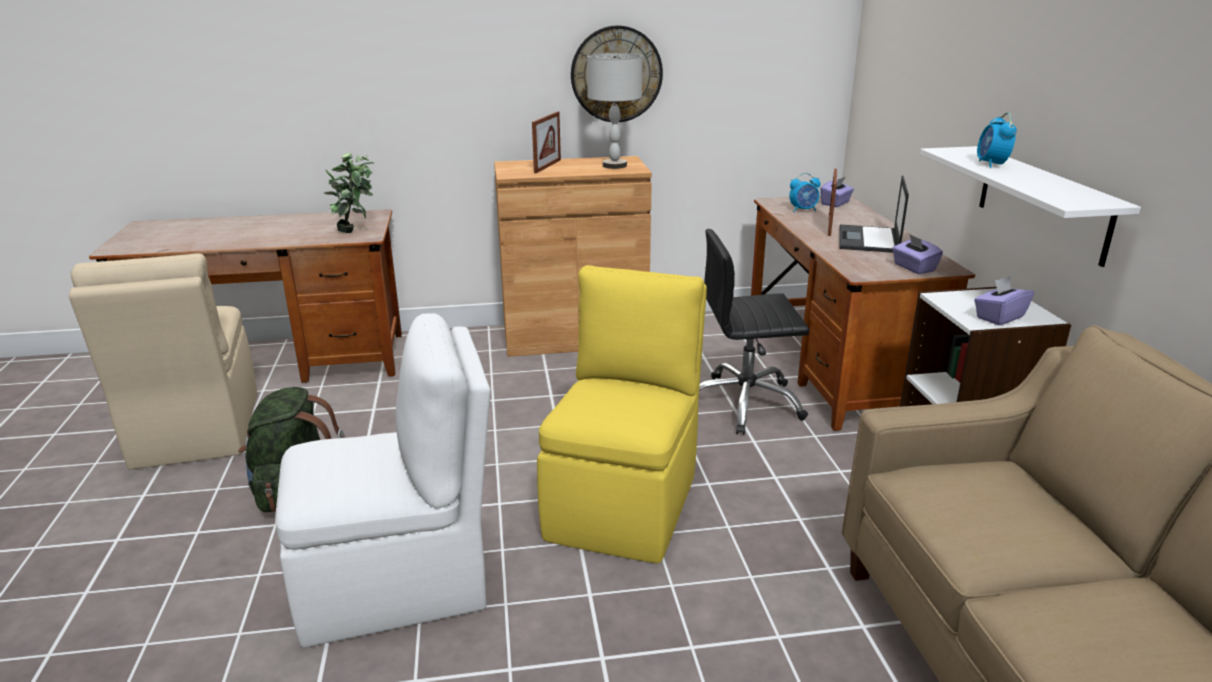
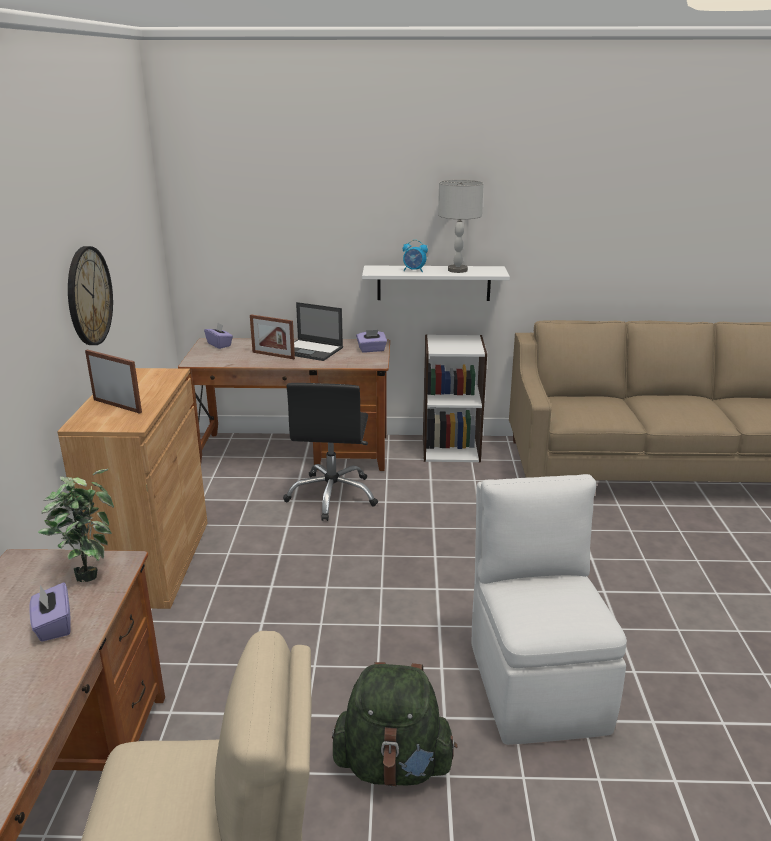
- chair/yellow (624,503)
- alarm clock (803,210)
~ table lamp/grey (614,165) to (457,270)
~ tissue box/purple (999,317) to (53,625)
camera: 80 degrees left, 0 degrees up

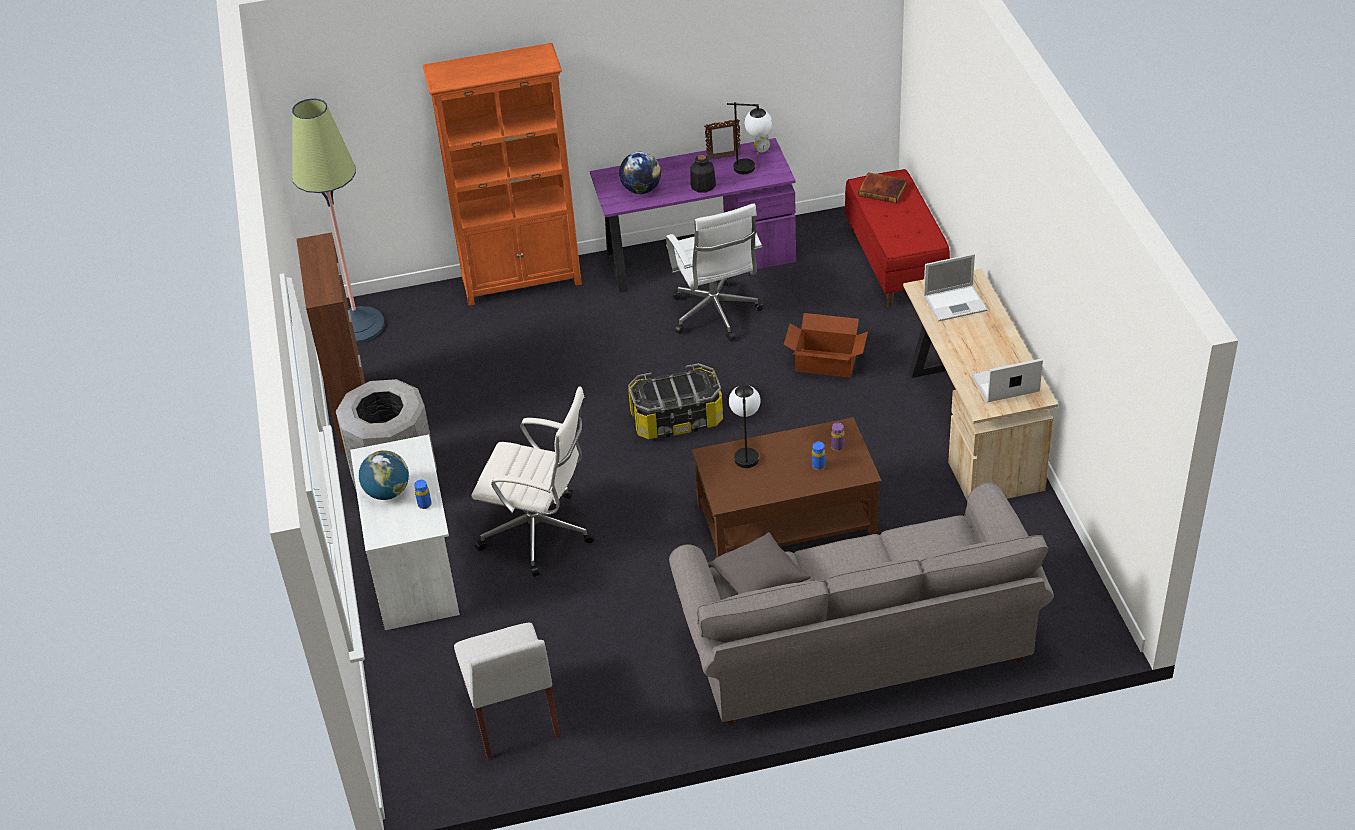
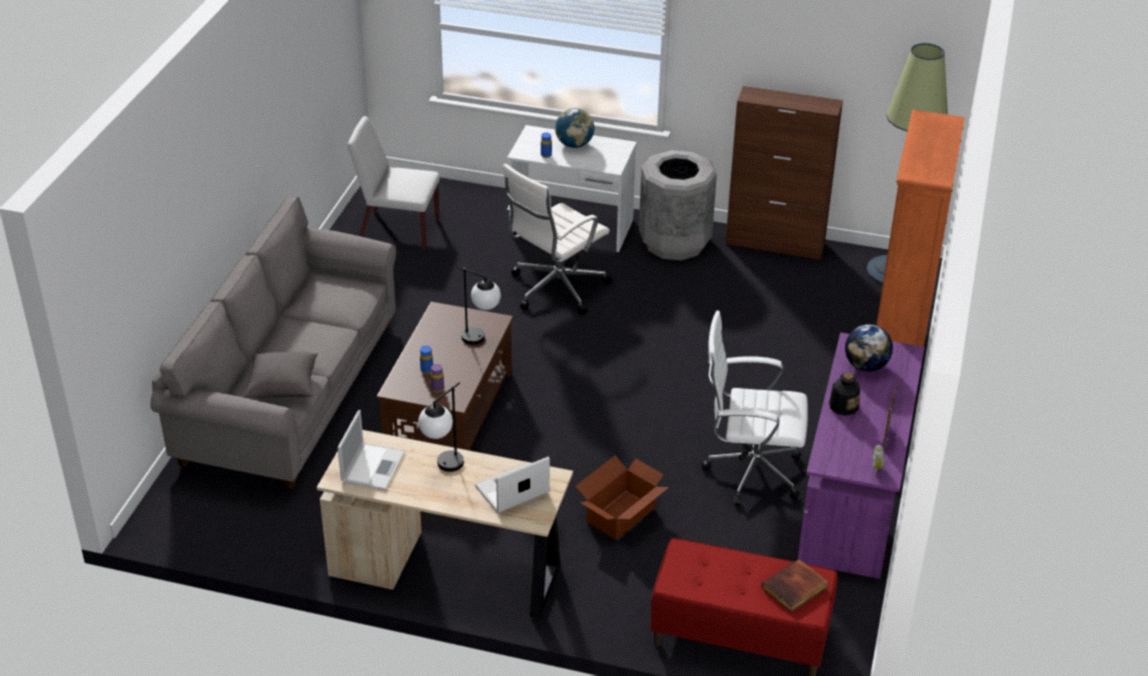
- storage box (676,419)
~ pillow/grey (758,580) to (283,386)
~ table lamp (753,168) to (443,469)
~ laptop (956,303) = (511,490) 45 degrees clockwise
camera: 115 degrees right, 5 degrees down

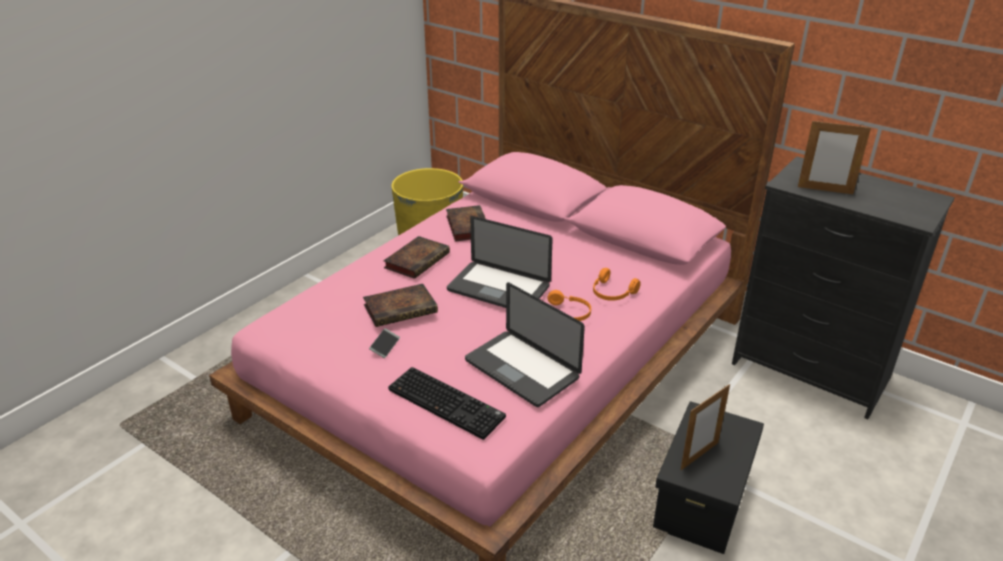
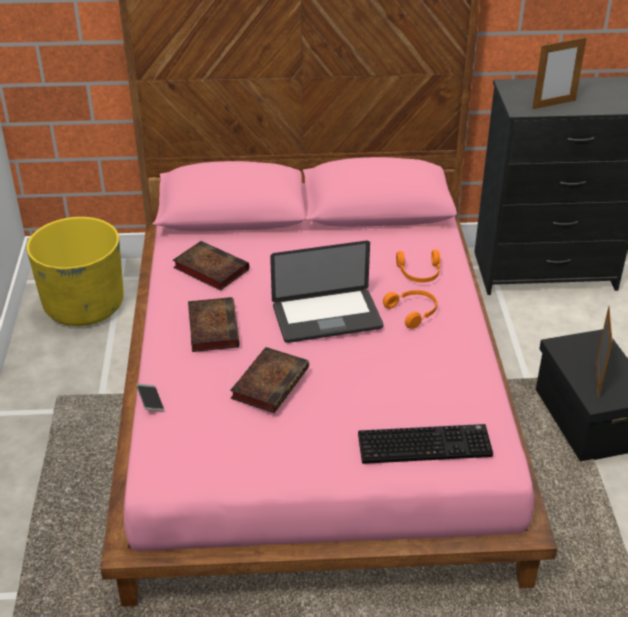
- laptop (521,369)
~ phone (385,346) to (150,400)
camera: 40 degrees left, 5 degrees up

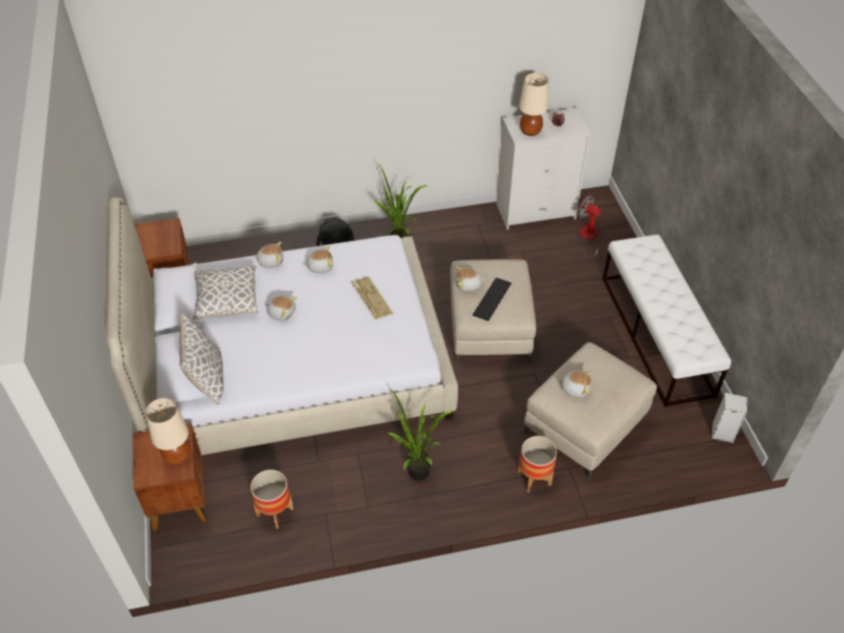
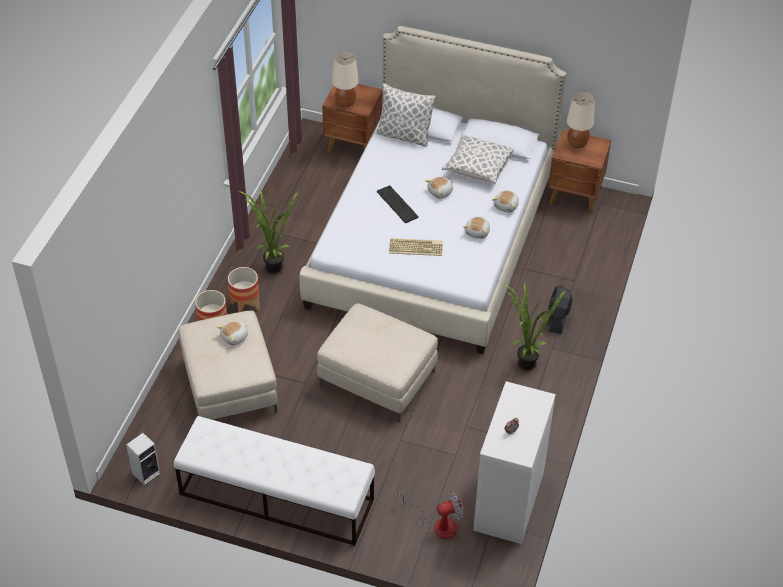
- plush toy (468,285)
~ planter (275,512) to (245,306)
~ keyboard (493,300) to (396,204)
~ table lamp/beige (530,131) to (577,143)
camera: 120 degrees right, 0 degrees up

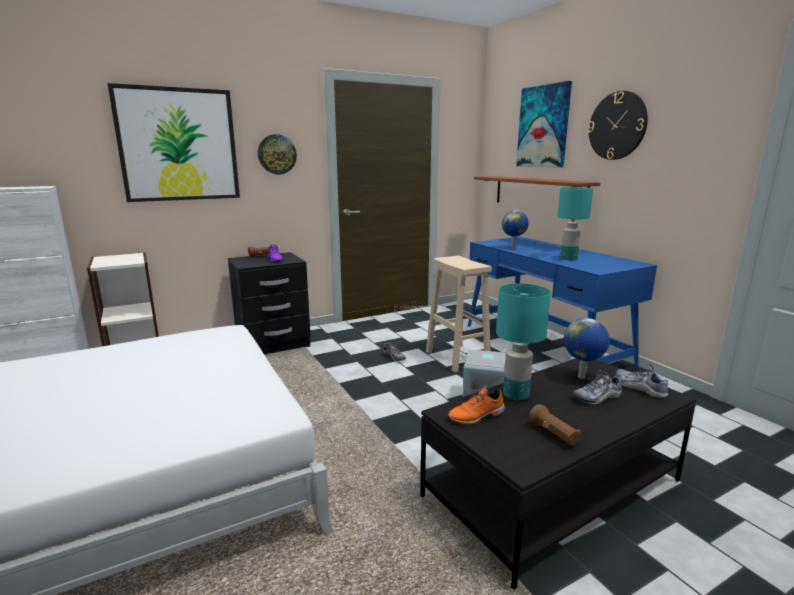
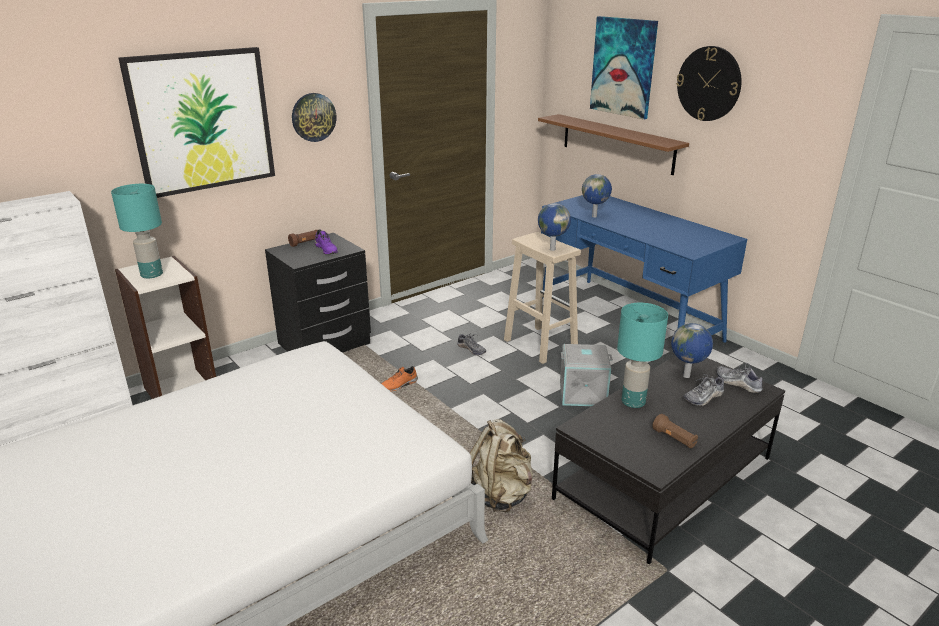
+ backpack/beige (500,494)
+ globe (552,249)
~ shoe/orange (476,417) to (399,385)
~ table lamp/turquoise (569,258) to (152,274)
camera: 10 degrees left, 10 degrees up

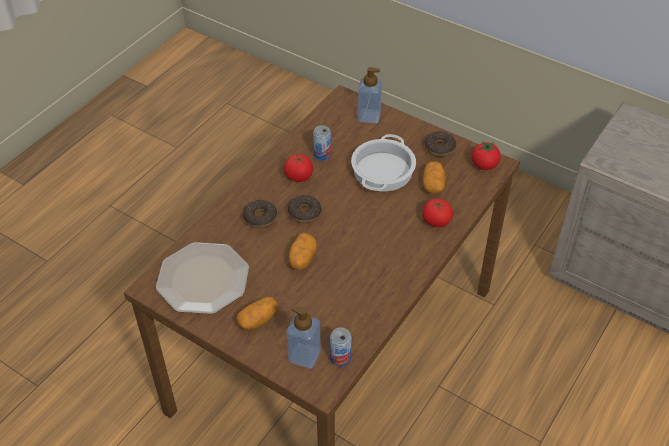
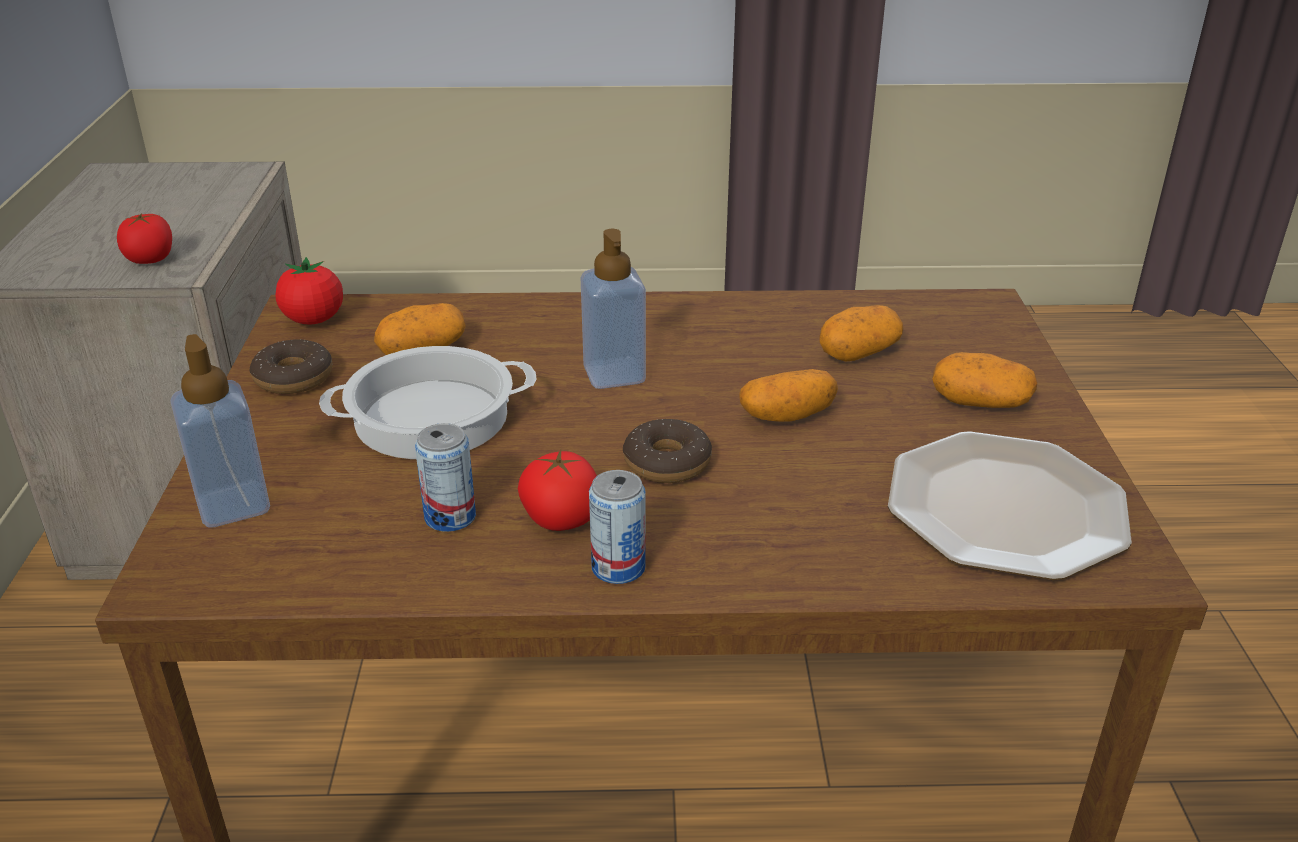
- donut (260,217)
+ potato (858,353)
~ soap dispenser (304,355) to (614,374)
~ can (340,358) to (618,567)
~ tomato (436,221) to (150,259)
camera: 125 degrees left, 15 degrees down

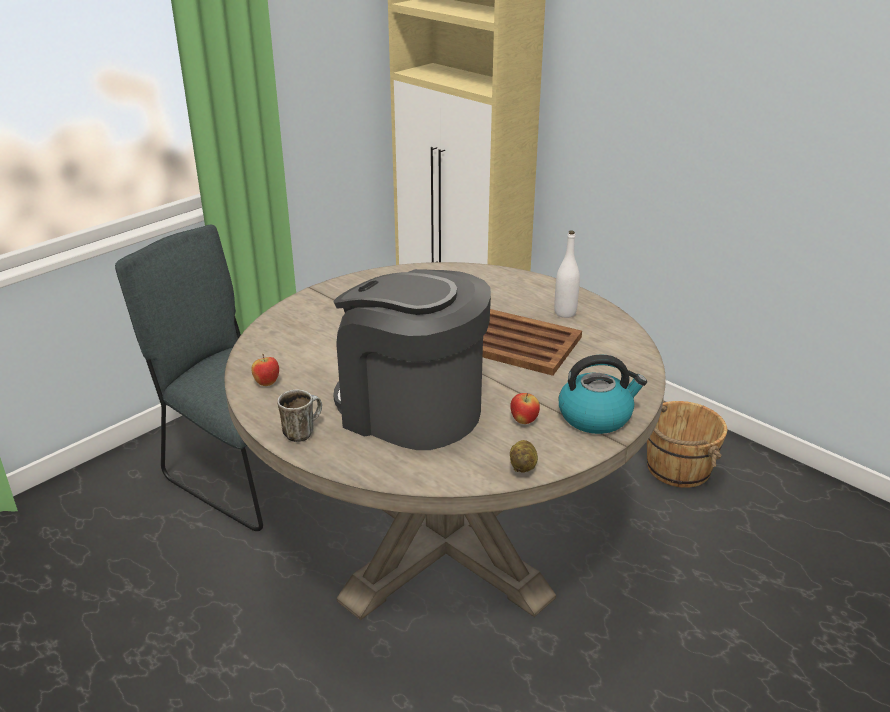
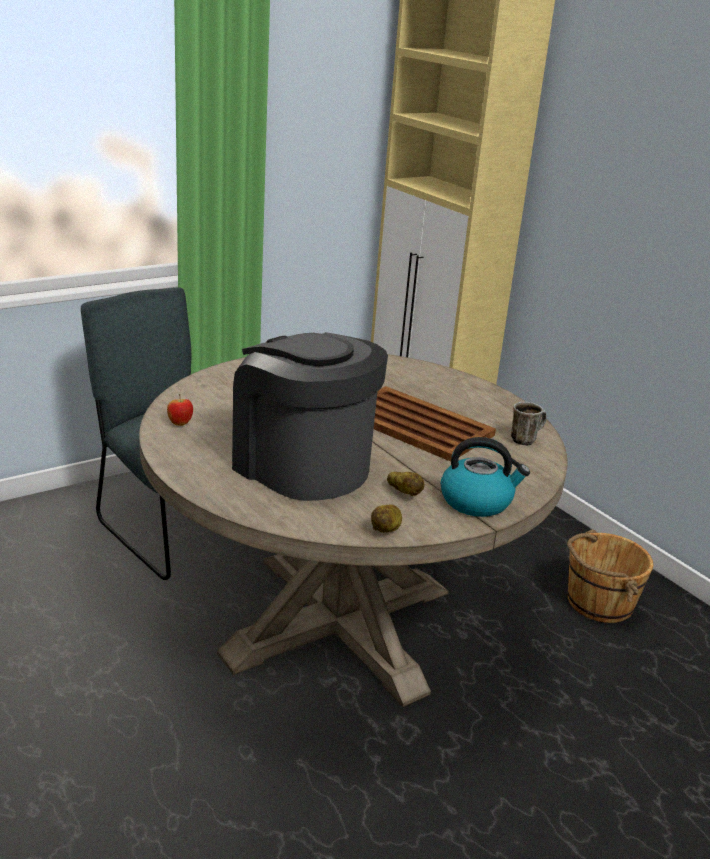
- bottle/white (565,313)
~ mug (302,432) to (525,439)
~ apple (524,421) to potato (404,493)
camera: 10 degrees right, 5 degrees down

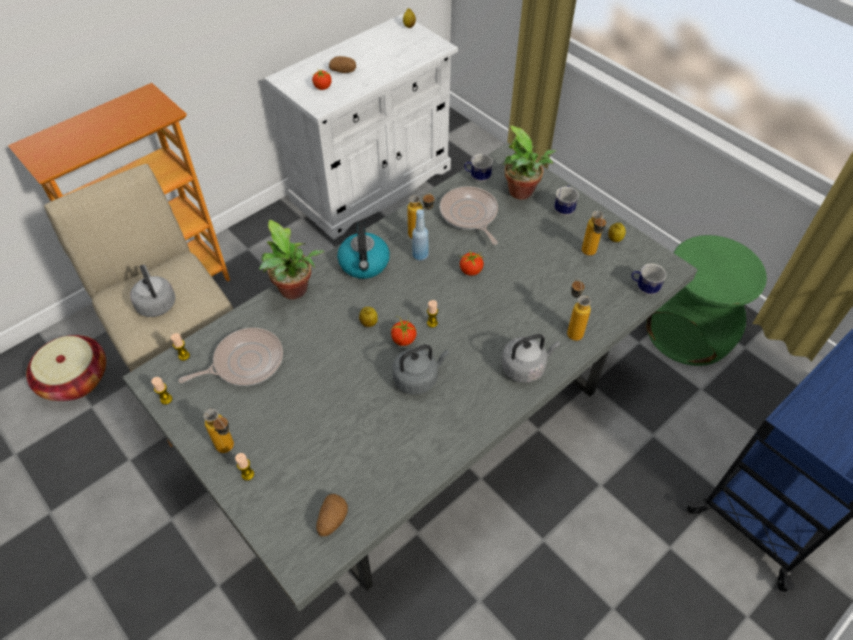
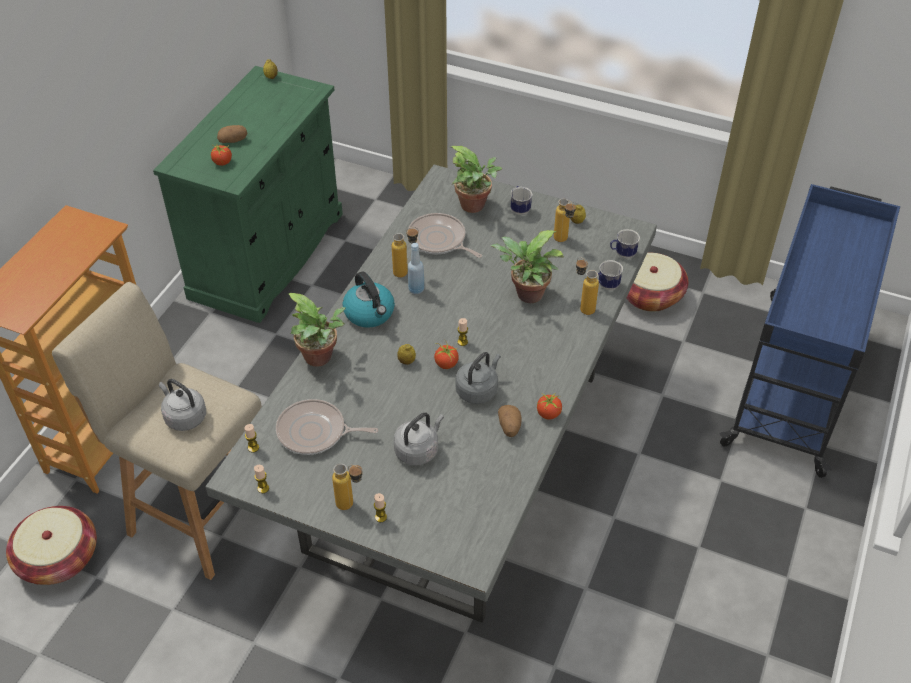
+ potted plant (526,295)
~ potato (332,520) to (509,427)
~ tomato (470,271) to (548,414)
~ mug (477,178) to (605,286)
~ kettle/grey (525,367) to (418,450)
~ stool/green (689,332) to basket (649,295)
~ cabinet/white (372,185) to cabinet/green (268,255)
~ frying pan (245,362) = (315,432) 120 degrees counterclockwise
camera: 25 degrees left, 5 degrees down

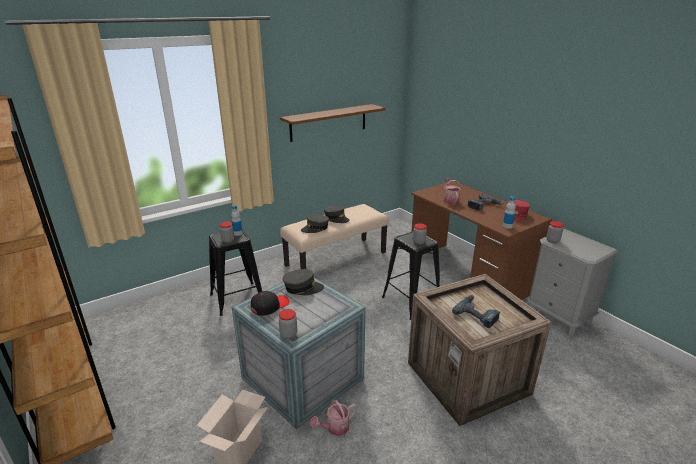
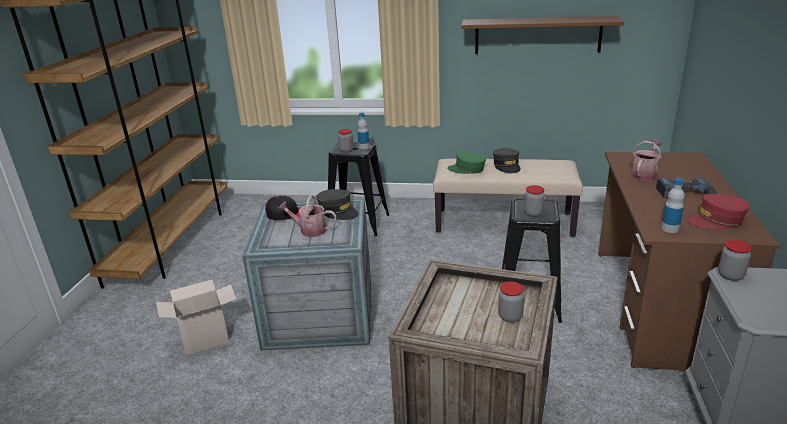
- power drill (477,314)
~ jar (288,334) to (510,316)
~ watering can (335,428) to (309,230)
~ cap/grey (315,228) to cap/green (467,169)
camera: 45 degrees right, 0 degrees up

